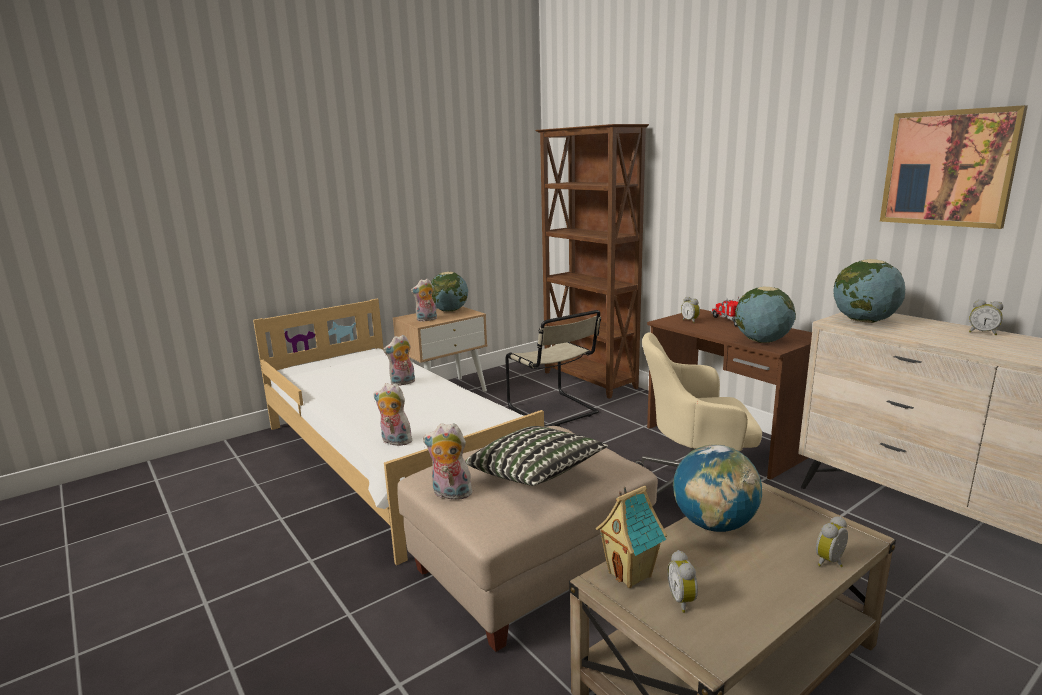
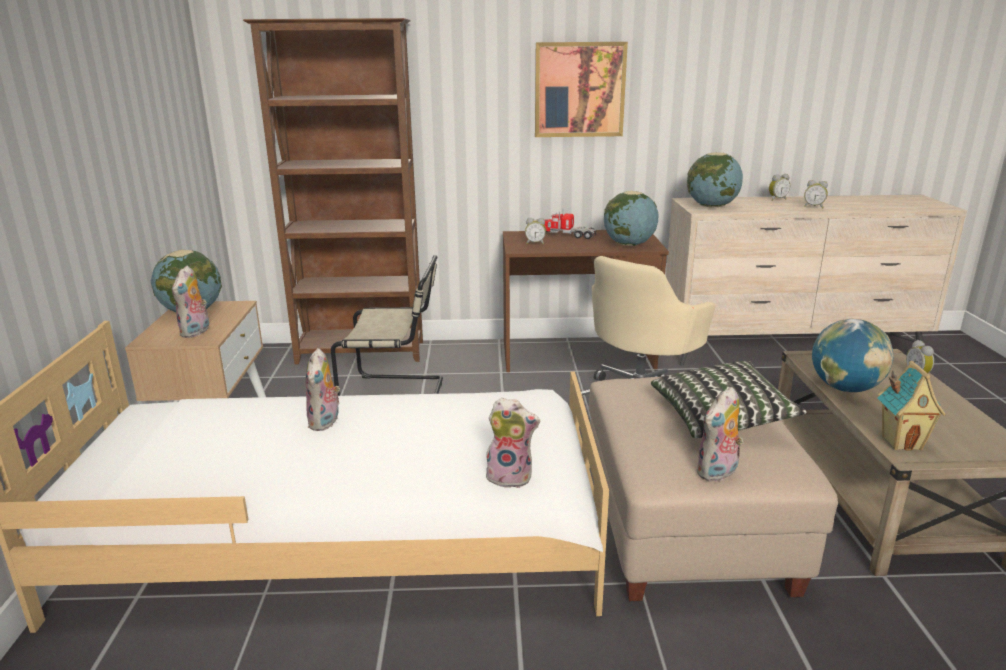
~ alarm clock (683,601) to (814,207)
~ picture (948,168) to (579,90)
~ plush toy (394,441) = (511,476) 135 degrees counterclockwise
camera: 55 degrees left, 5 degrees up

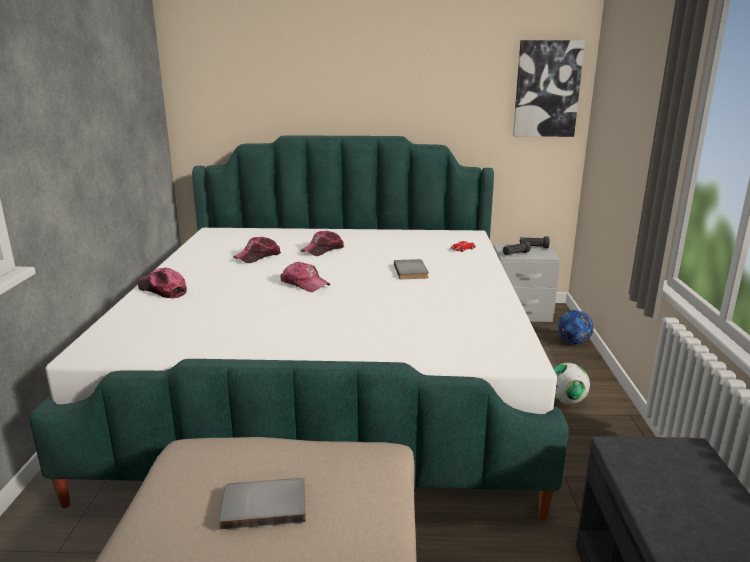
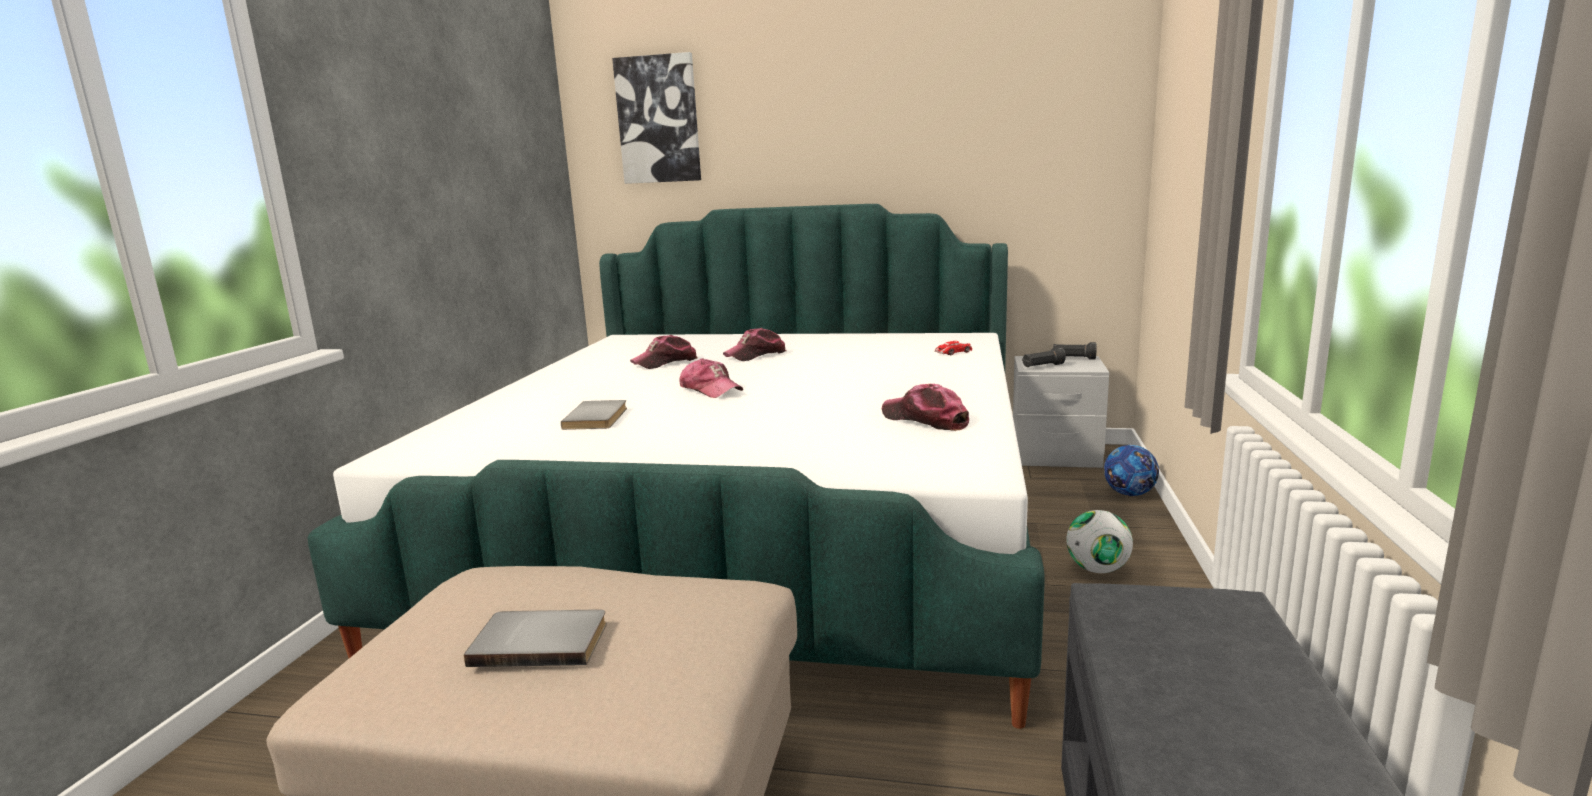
~ cap (162,290) to (925,420)
~ book/grey (412,271) to (598,418)
~ picture (547,89) to (658,120)
camera: 10 degrees right, 5 degrees down

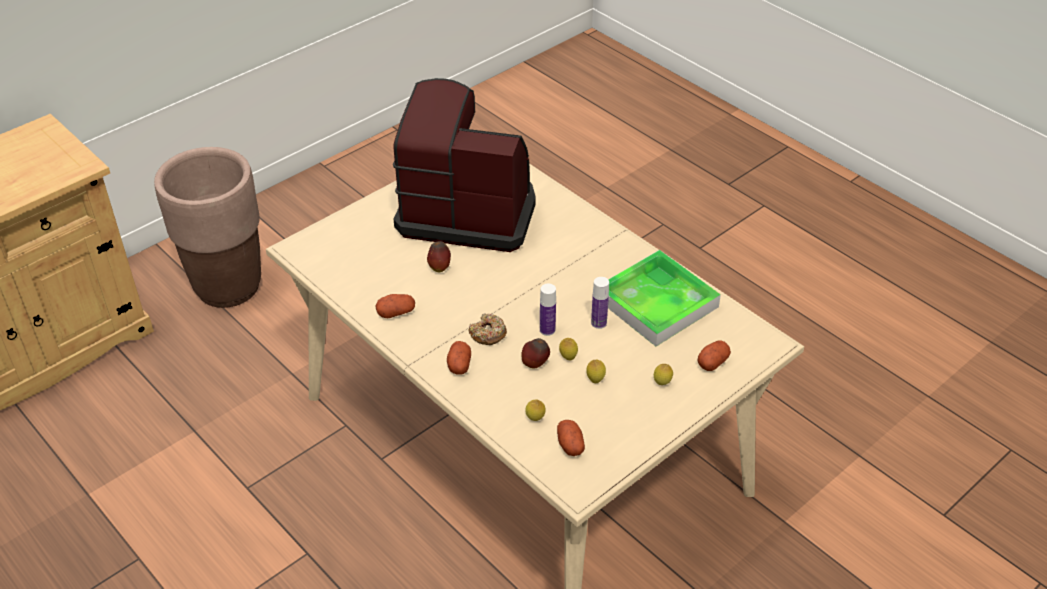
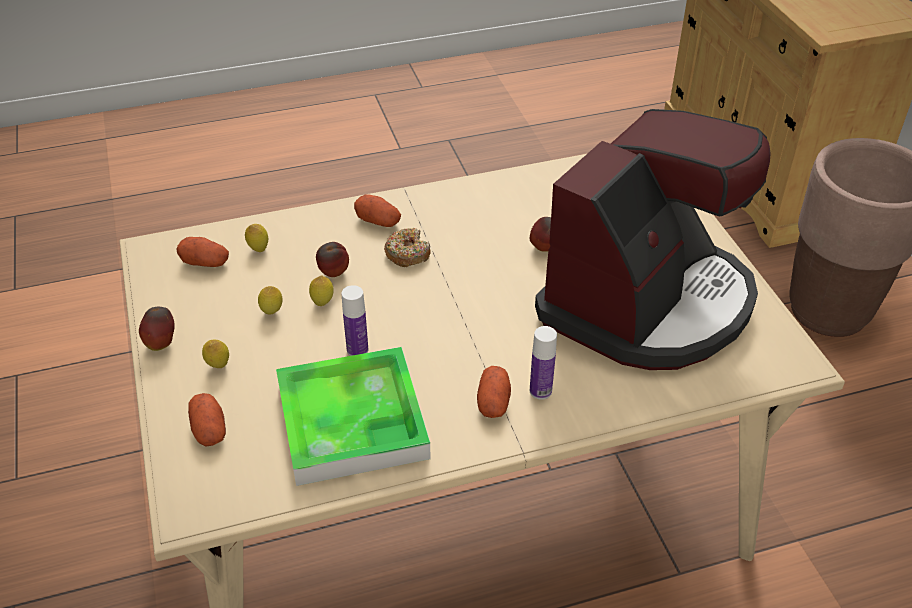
+ apple (161,344)
~ potato (396,312) to (493,402)
~ bottle (547,330) to (540,391)
camera: 115 degrees right, 0 degrees up

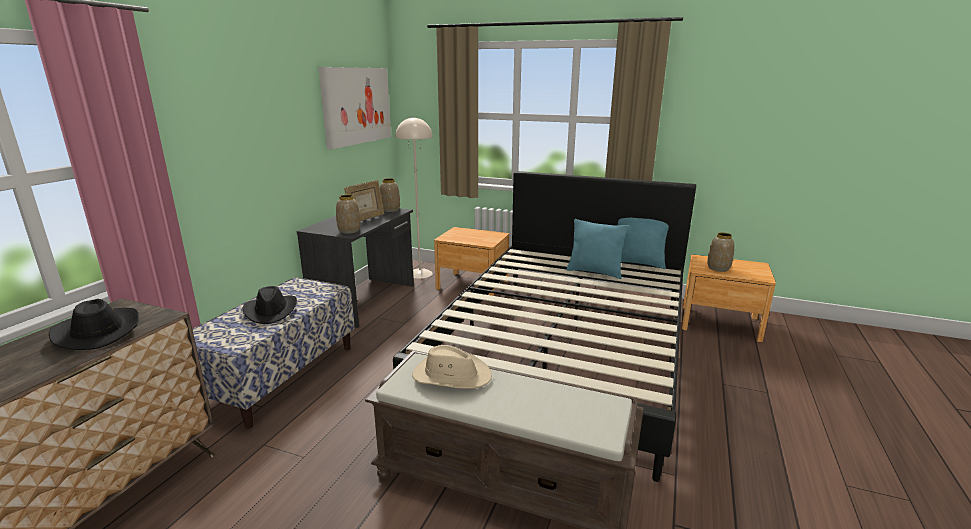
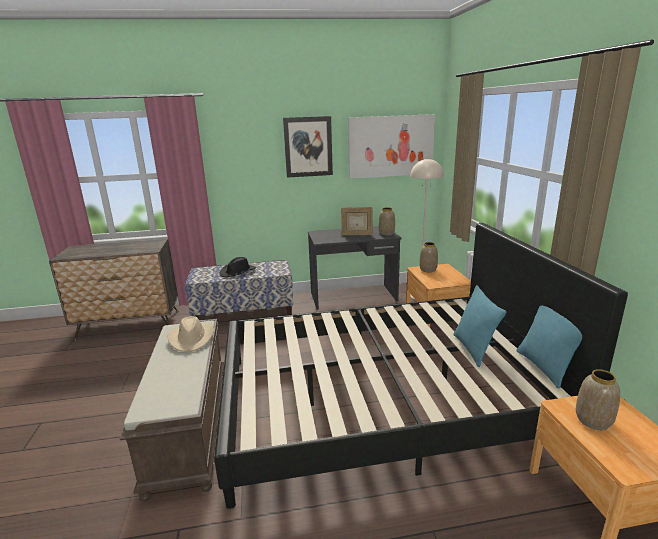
- hat/black (97,331)
+ picture (308,147)
~ vase (349,231) to (428,270)
camera: 60 degrees right, 0 degrees up

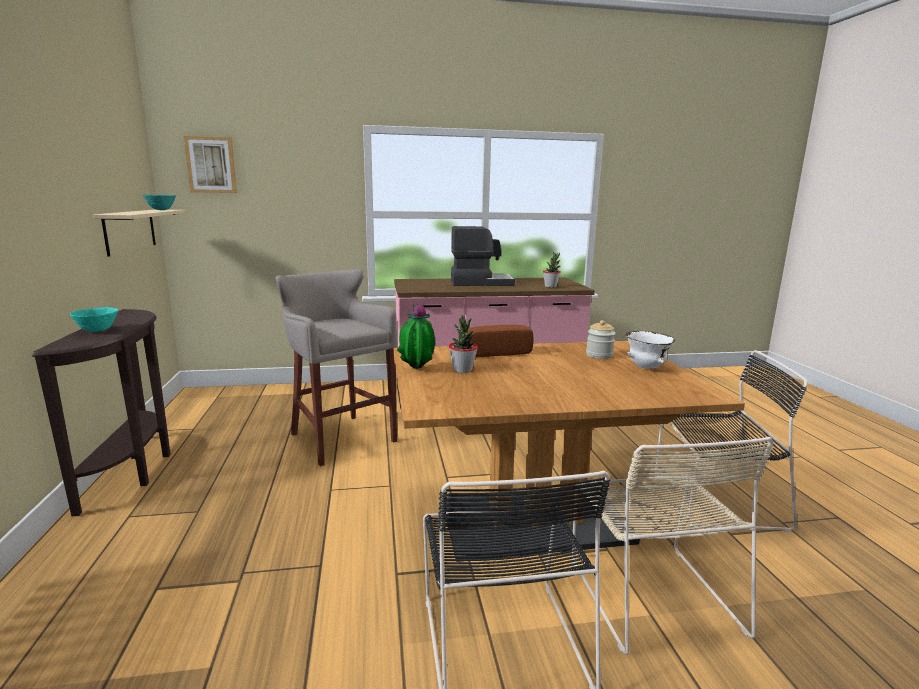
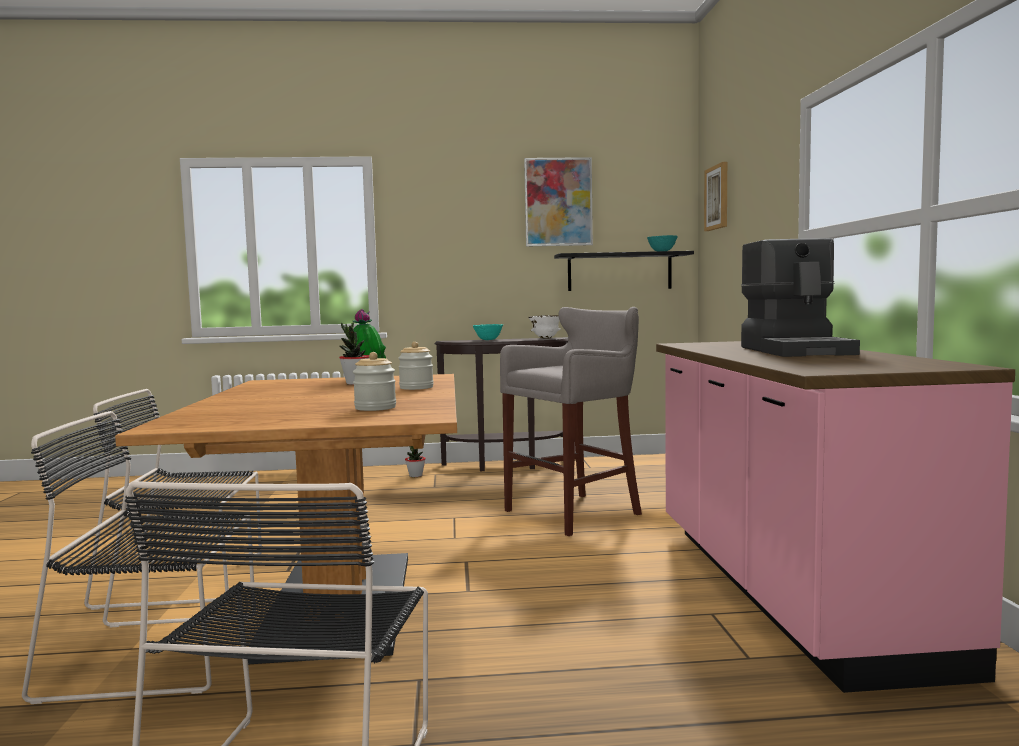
+ picture (558,202)
~ potted plant (550,286) to (415,475)
~ bowl/white (646,368) to (545,338)
~ bread (496,352) to jar (416,387)
~ shelf/beige (130,231) to shelf/black (619,271)
~ chair/beige (650,591) to chair/black (160,655)
camera: 95 degrees right, 10 degrees down

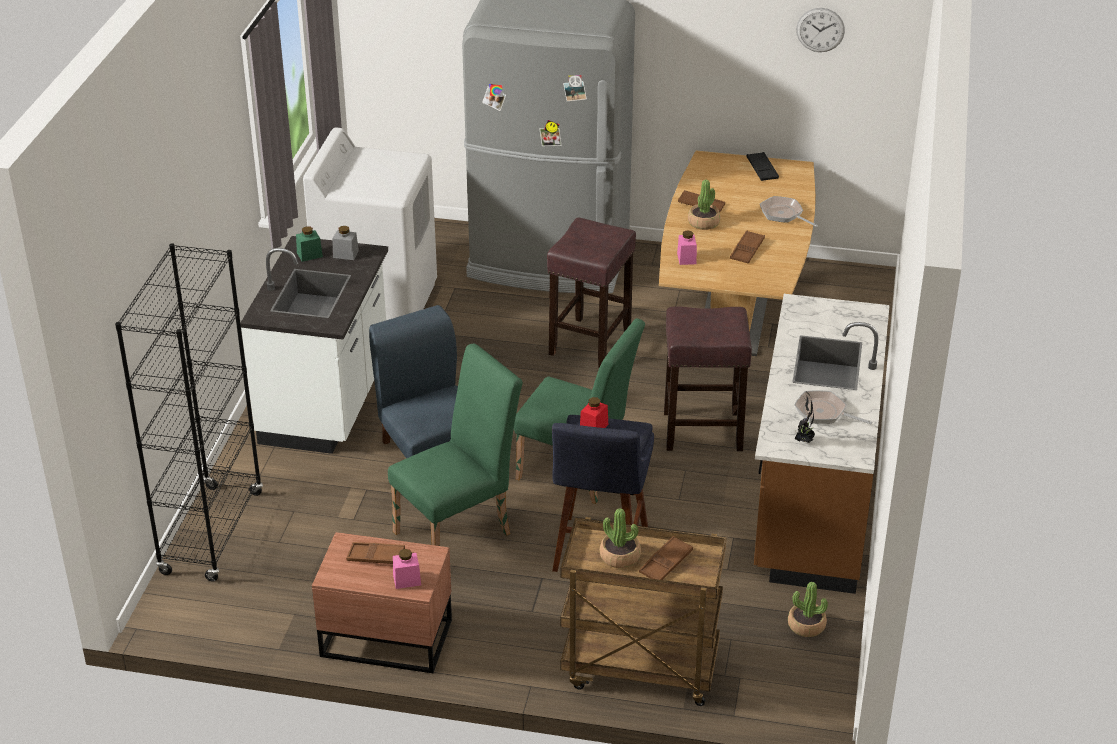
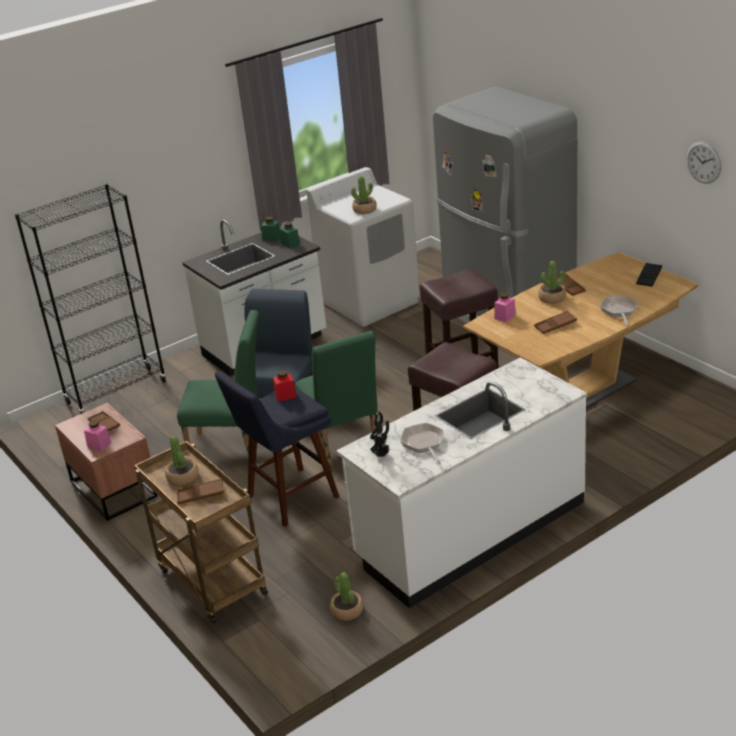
+ potted plant (364,210)
~ jar/grey (345,254) to jar/green (290,244)
~ counter/brown (812,498) to counter/white (470,531)
camera: 45 degrees right, 5 degrees down

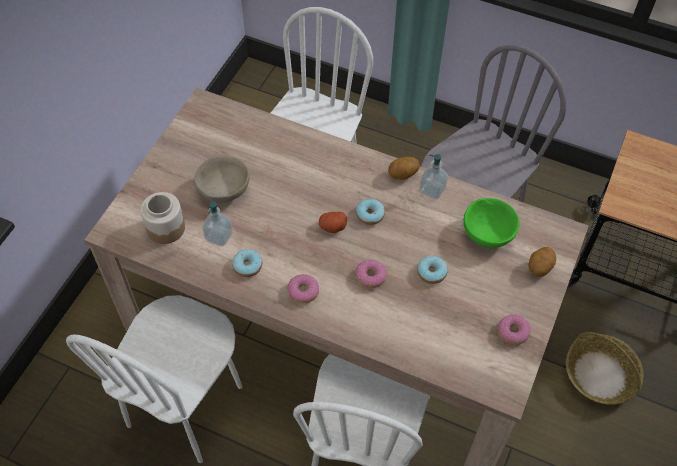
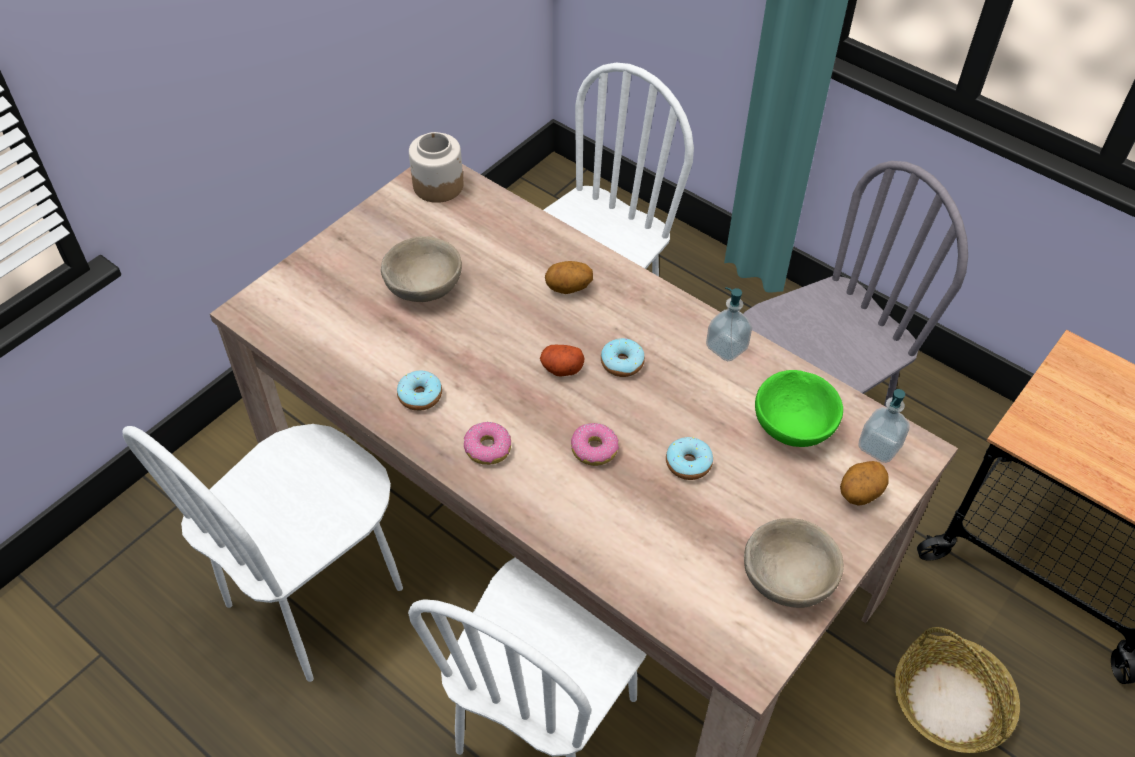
~ jar (165,228) to (438,185)
~ soap dispenser (219,236) to (879,447)
~ potato (403,175) to (568,289)
~ donut (512,332) to bowl/beige (788,579)
camera: 15 degrees right, 5 degrees down

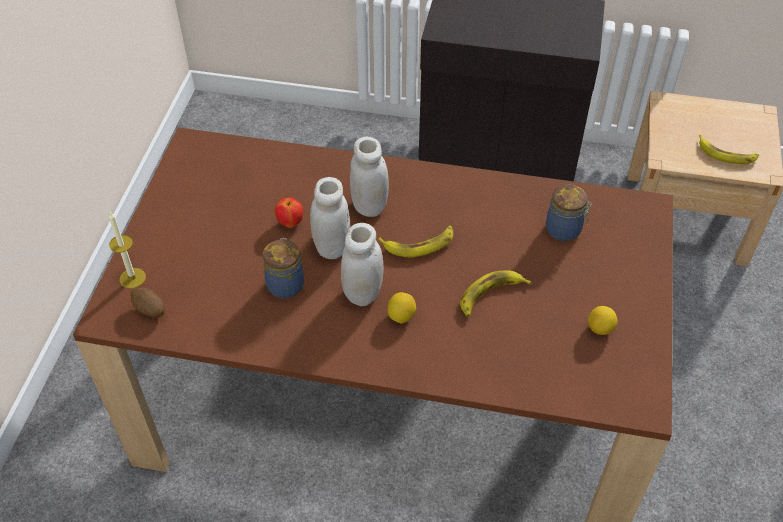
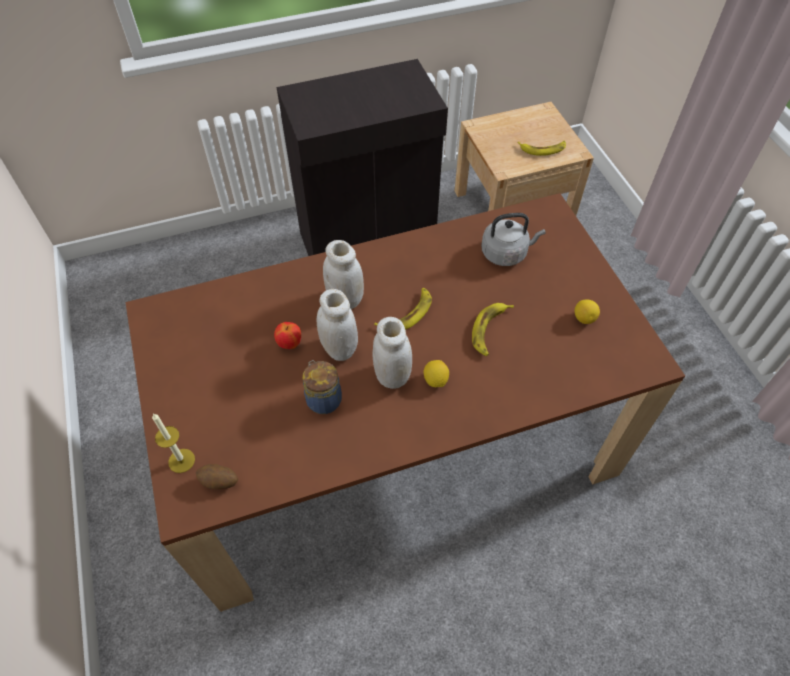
~ jar (564,230) to kettle/grey (506,253)
camera: 30 degrees left, 5 degrees up

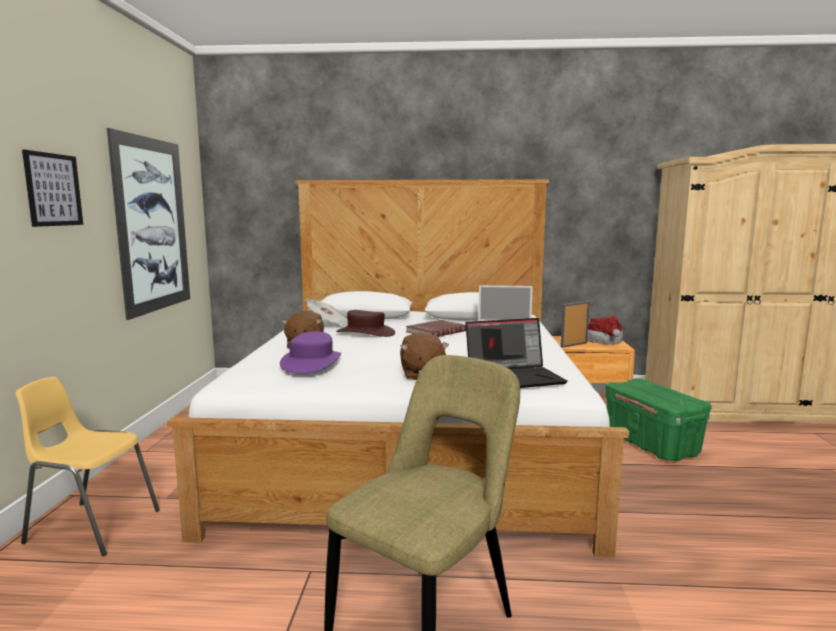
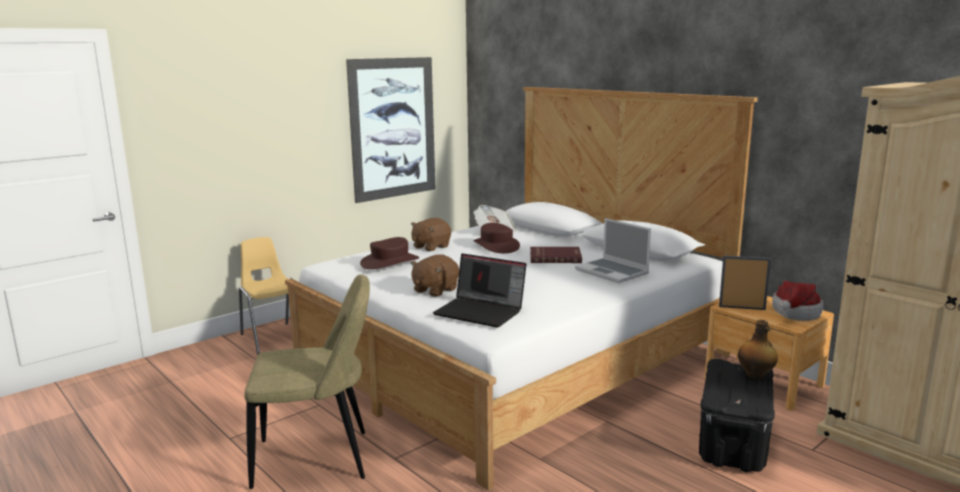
- picture (53,189)
+ bottle (755,375)
~ hat/purple (311,363) to hat/brown (390,262)
~ storage box/green (650,444) to storage box/black (732,443)
camera: 45 degrees right, 5 degrees up

